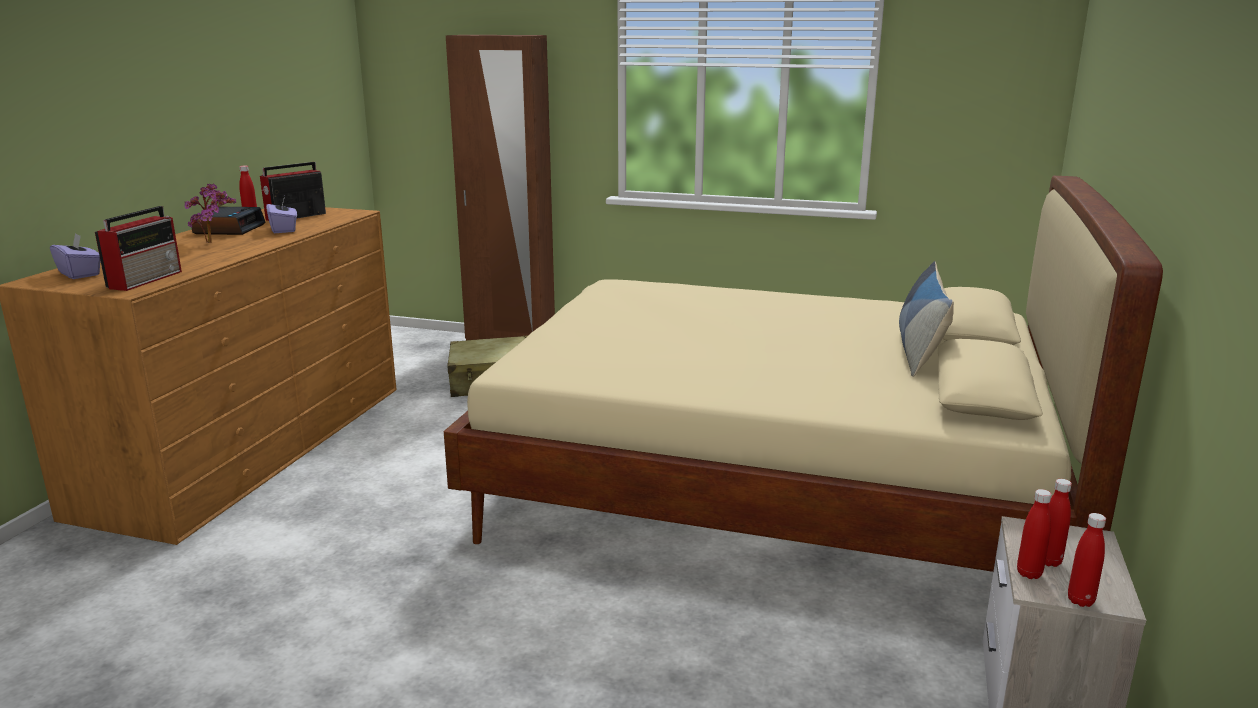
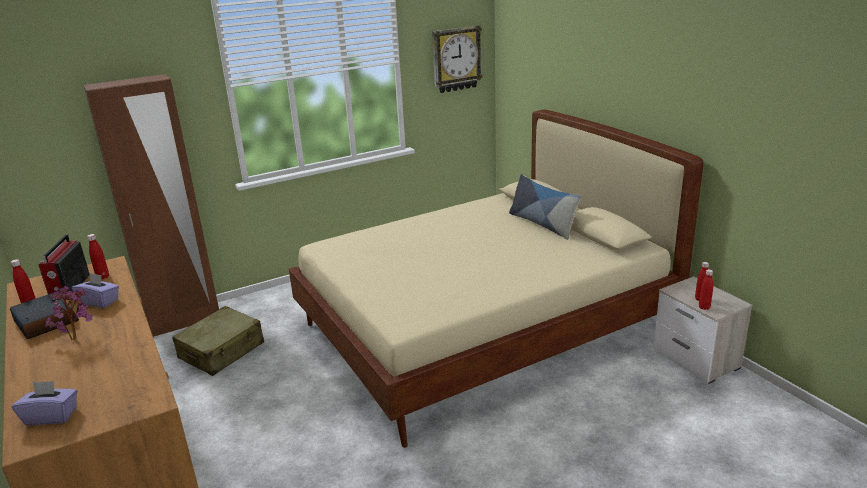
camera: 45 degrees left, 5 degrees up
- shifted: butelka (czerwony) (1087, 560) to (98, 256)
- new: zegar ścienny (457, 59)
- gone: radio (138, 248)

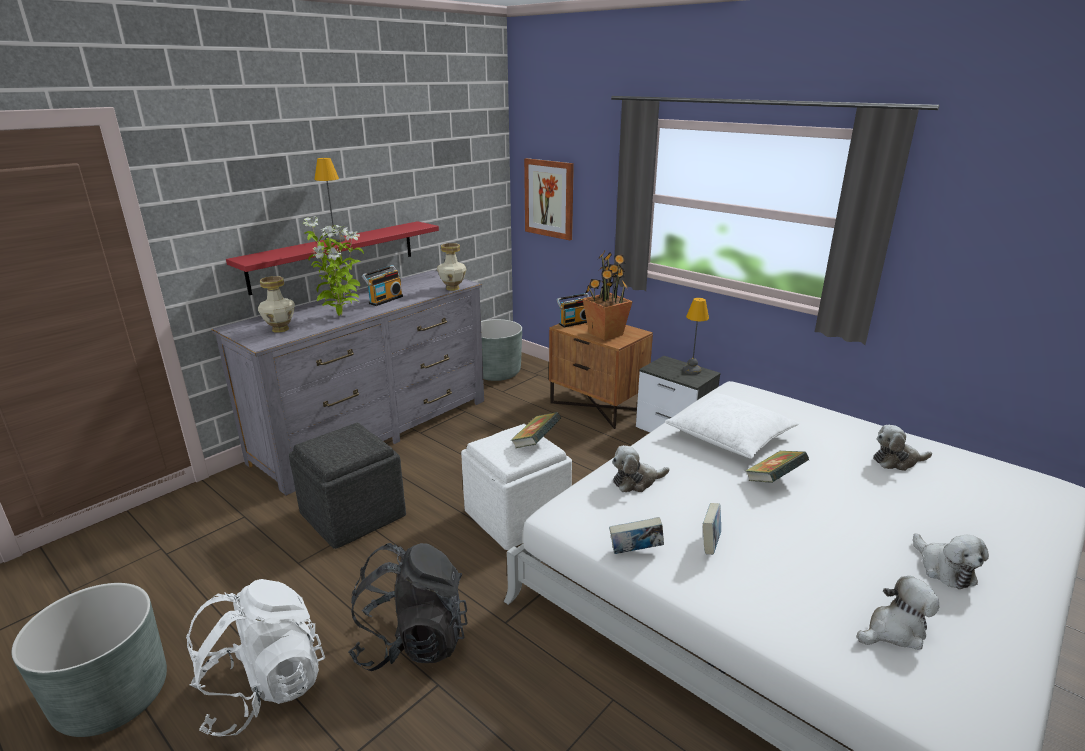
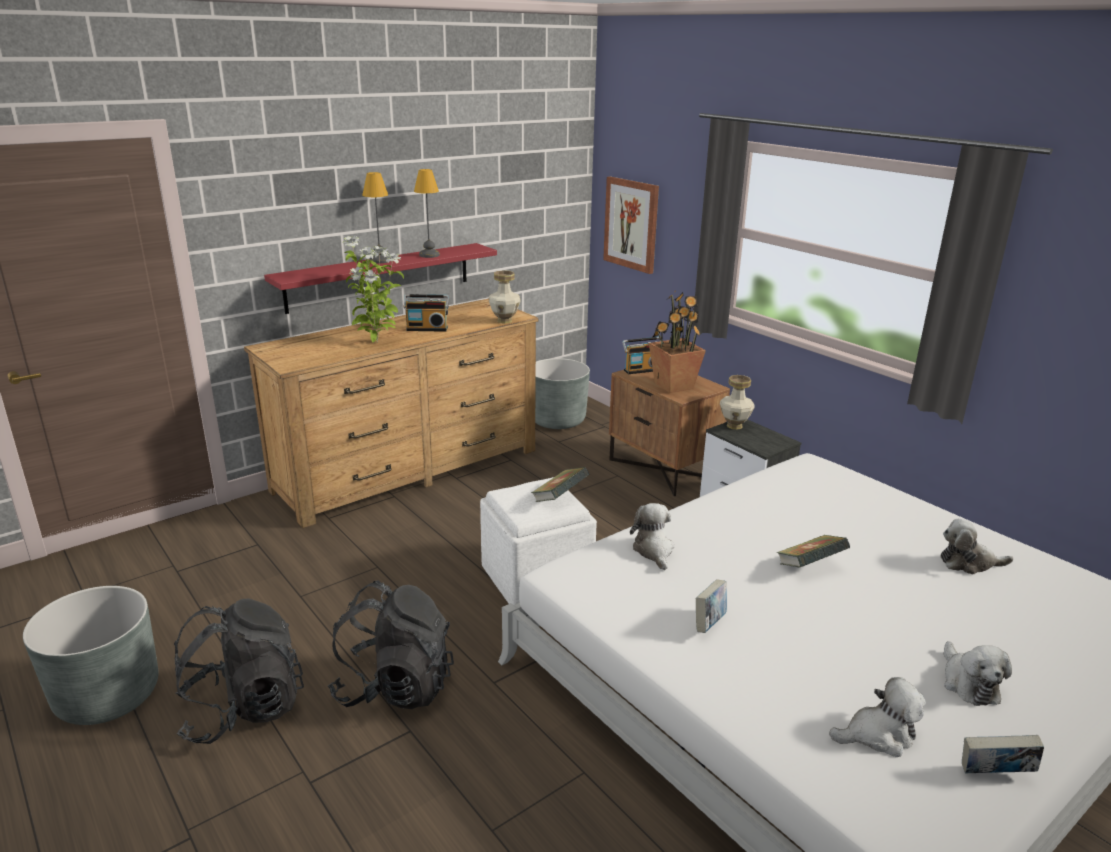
camera: 10 degrees right, 0 degrees up
- repainted: plecak (biały) (255, 658) to plecak (czarny) (239, 671)
- repainted: komoda (szary) (347, 383) to komoda (brązowy) (391, 413)
- rotated: radio (382, 285) = (426, 313) 45 degrees clockwise
- shifted: lampa stołowa (696, 336) to (427, 213)
- rotated: pluszak (640, 468) = (652, 536) 90 degrees clockwise
- shifted: wazon (276, 304) to (737, 402)
- shifted: książka (636, 535) to (1003, 754)
- gone: pufa (szary) (347, 485)
- gone: poduszka (biały) (732, 426)

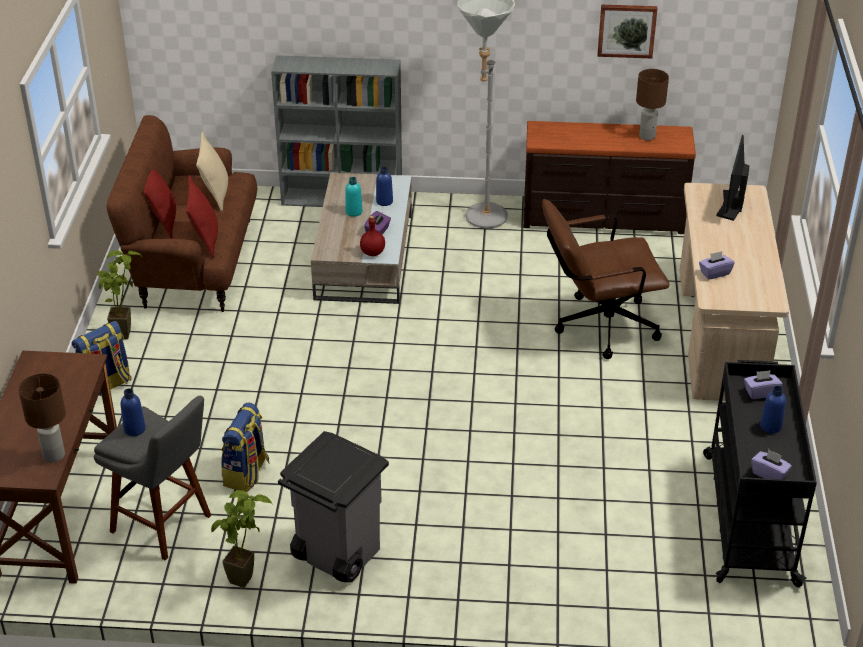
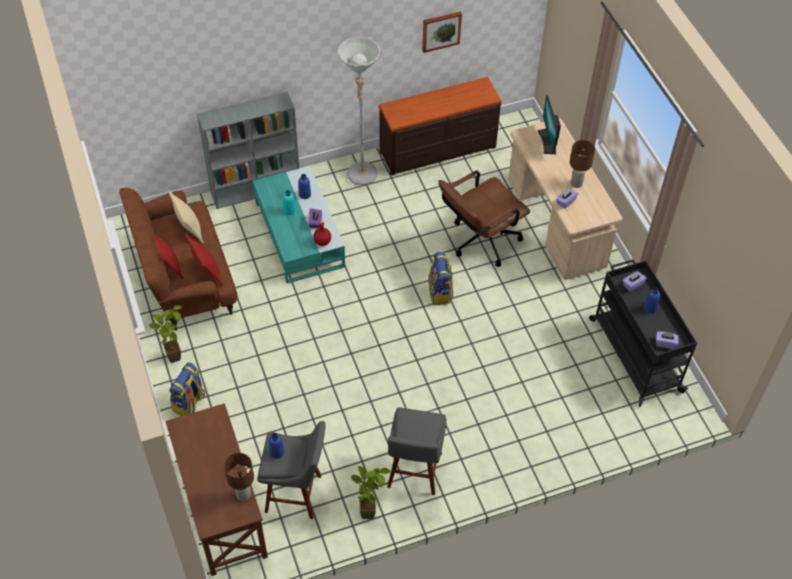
camera: 25 degrees left, 15 degrees up
- repainted: ława (beżowy) (361, 238) to ława (turkusowy) (299, 224)
- swapped: kosz na śmieci (szary) (333, 507) to stołek (szary) (417, 451)
- shifted: plecak (245, 447) to (440, 278)
- shifted: lampa stołowa (brązowy) (652, 104) to (582, 164)

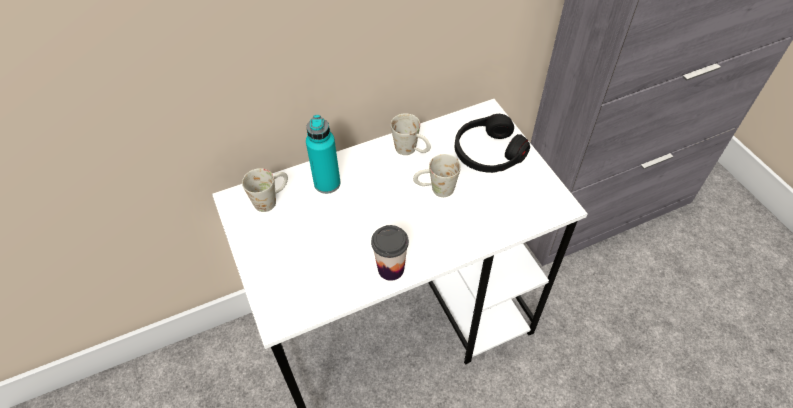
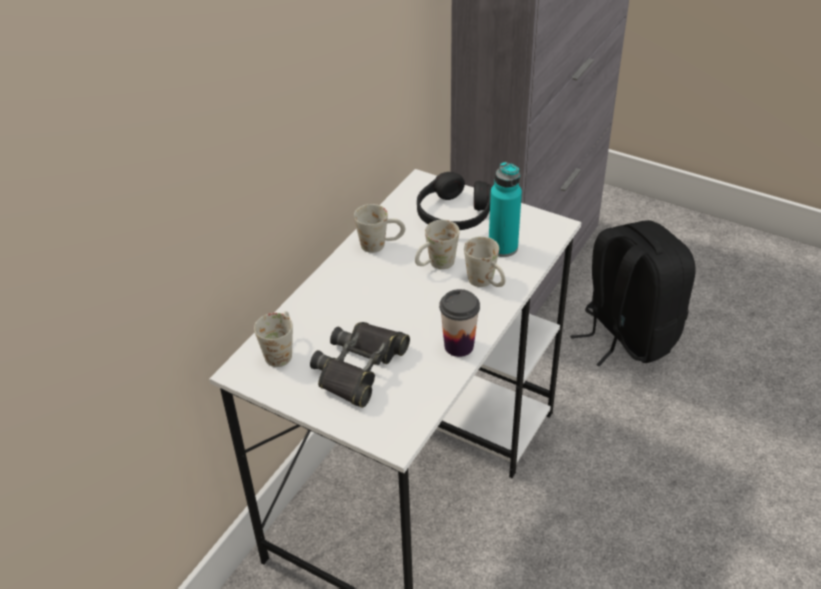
camera: 35 degrees left, 10 degrees down
- new: lornetka (czarny) (360, 365)
- new: kubek (biały) (485, 261)
- shifted: butelka (turkusowy) (323, 154) to (505, 209)
- new: plecak (czarny) (633, 293)

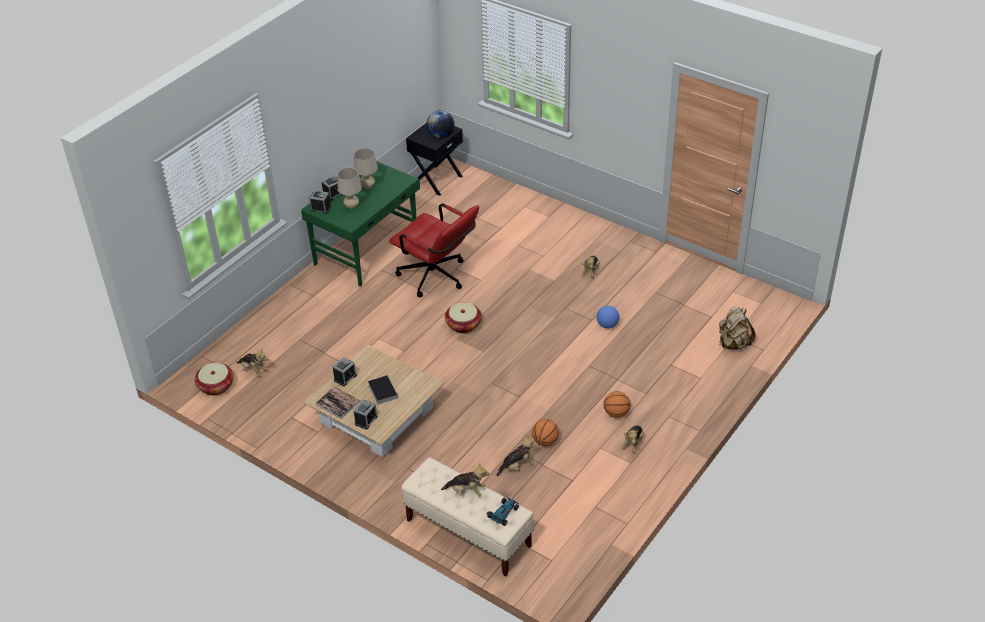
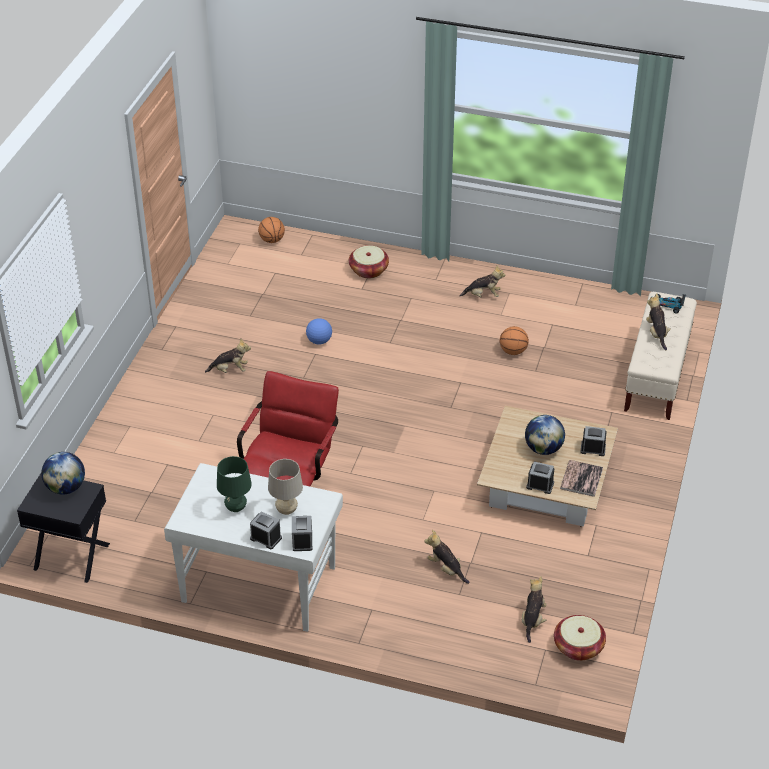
camera: 110 degrees left, 0 degrees up
- repainted: biurko (zielony) (360, 224) to biurko (biały) (253, 547)
- repainted: lampa stołowa (beżowy) (366, 168) to lampa stołowa (zielony) (234, 484)
- shifted: piłka do koszykówki (616, 404) to (271, 230)
- shifted: koszyk (463, 318) to (369, 261)
- shifted: pluszak (515, 455) to (446, 557)
- swapped: książka (383, 390) to globus (545, 435)
- gone: plecak (beżowy) (737, 328)

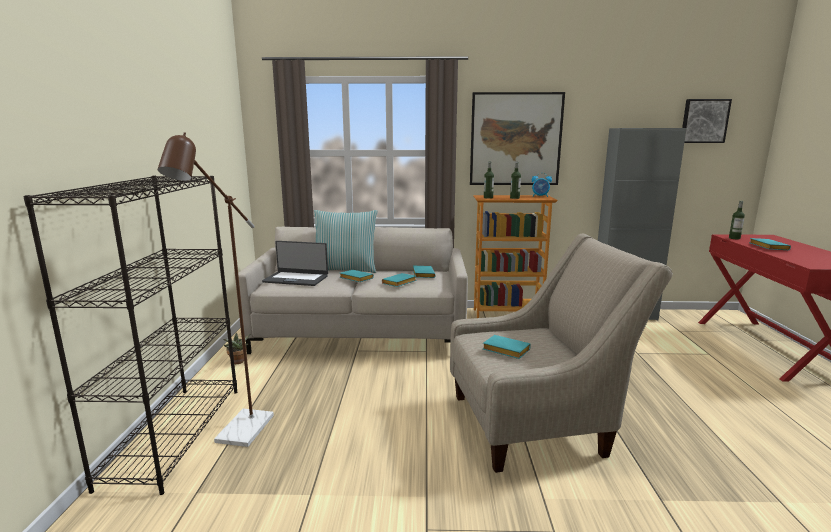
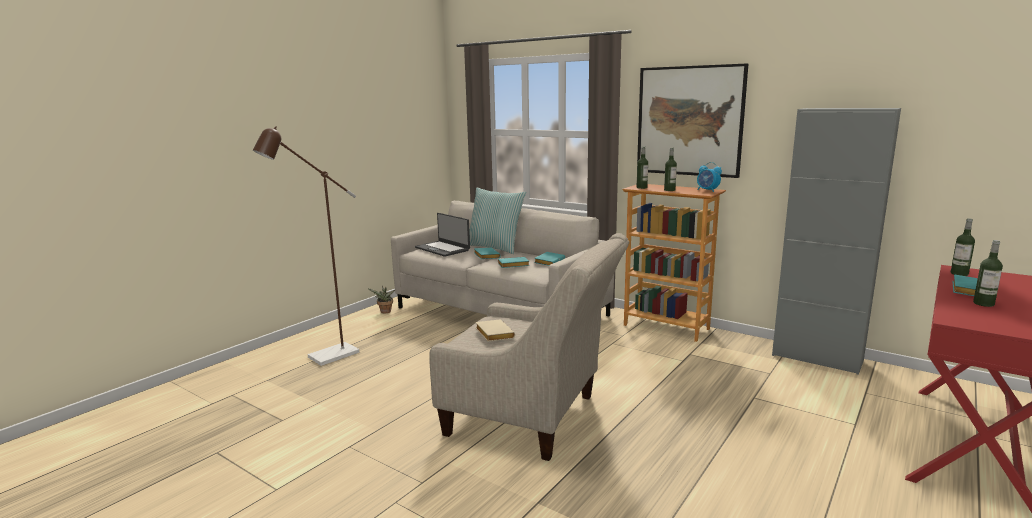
camera: 35 degrees right, 0 degrees up
- repainted: książka (turkusowy) (507, 347) to książka (beżowy) (495, 331)
- new: butelka (988, 273)
- gone: regał (czarny) (130, 335)
- gone: obraz (707, 121)

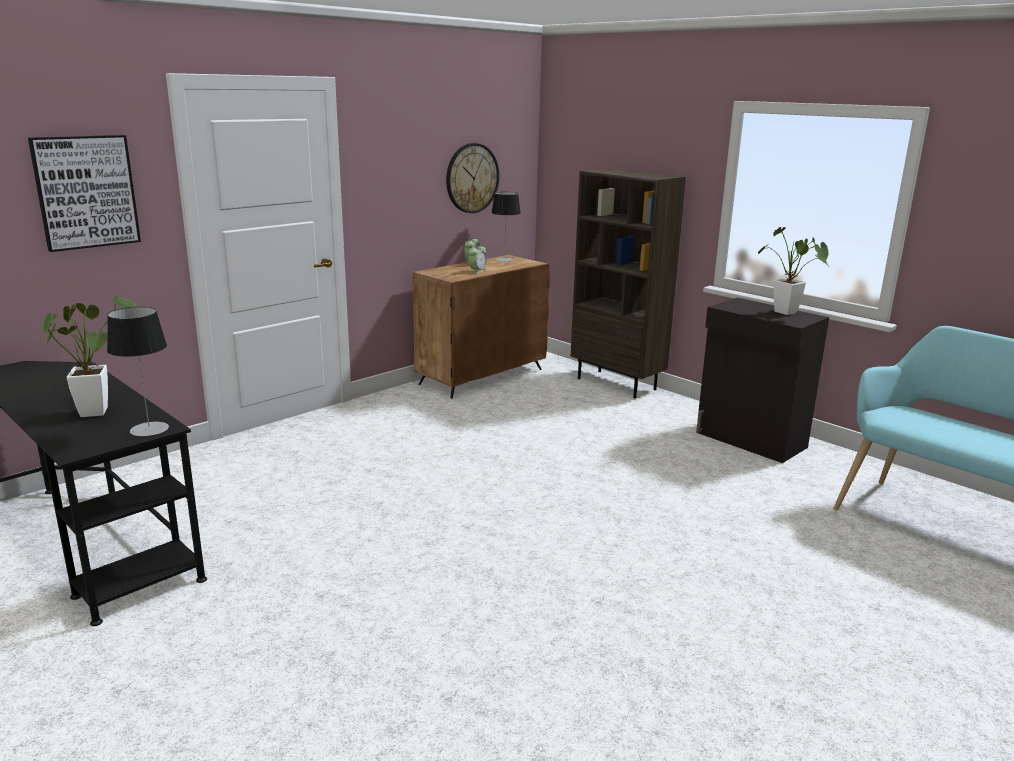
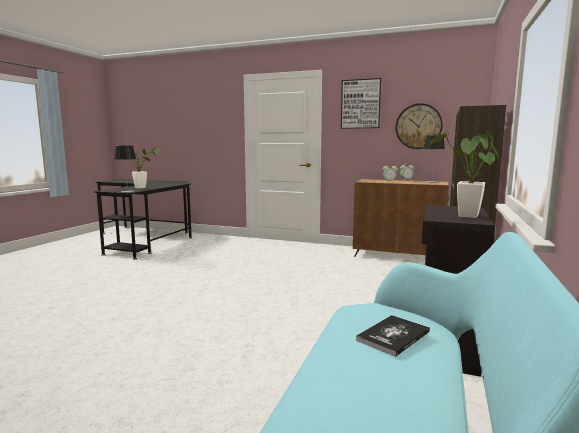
camera: 65 degrees right, 10 degrees down
- shifted: obraz (84, 193) to (361, 103)
- new: książka (393, 336)

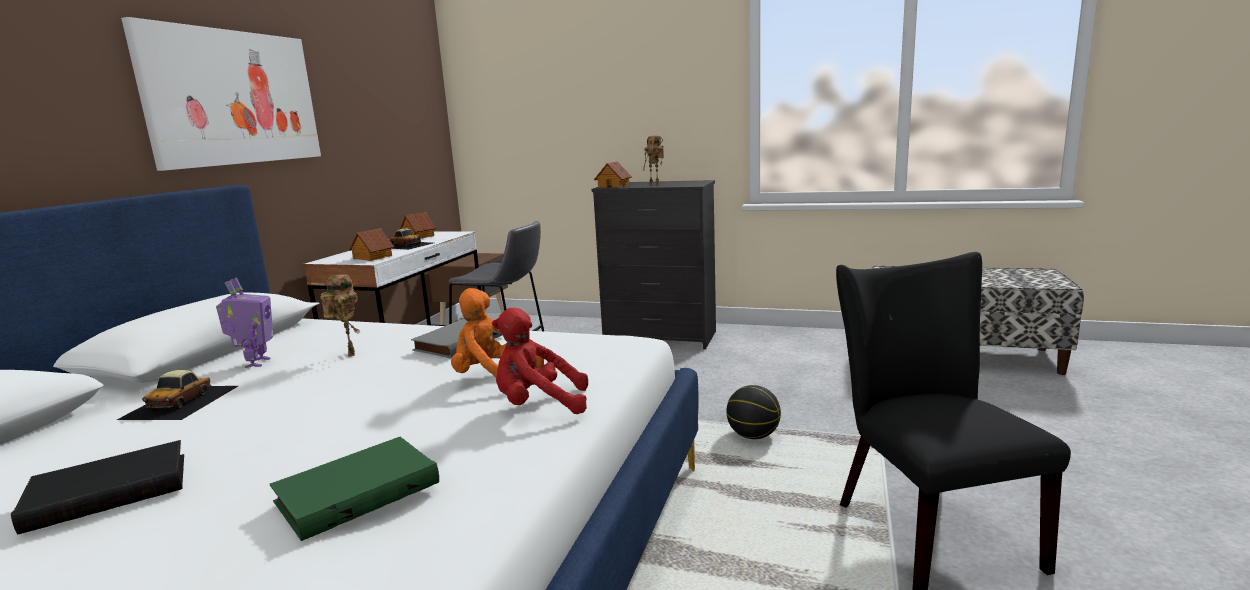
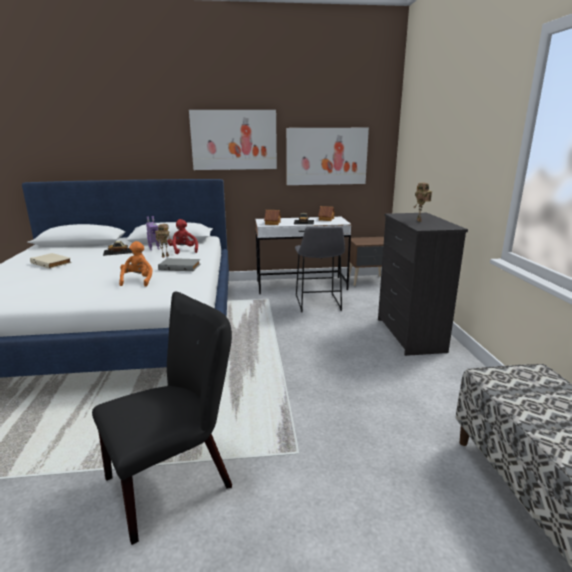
camera: 65 degrees right, 5 degrees up
- repainted: książka (czarny) (97, 487) to książka (beżowy) (51, 261)
- shifted: pluszak (czerwony) (540, 361) to (182, 236)
- new: obraz (327, 156)
- gone: książka (zielony) (354, 489)
- gone: domek (613, 174)
- gone: piłka do koszykówki (753, 412)

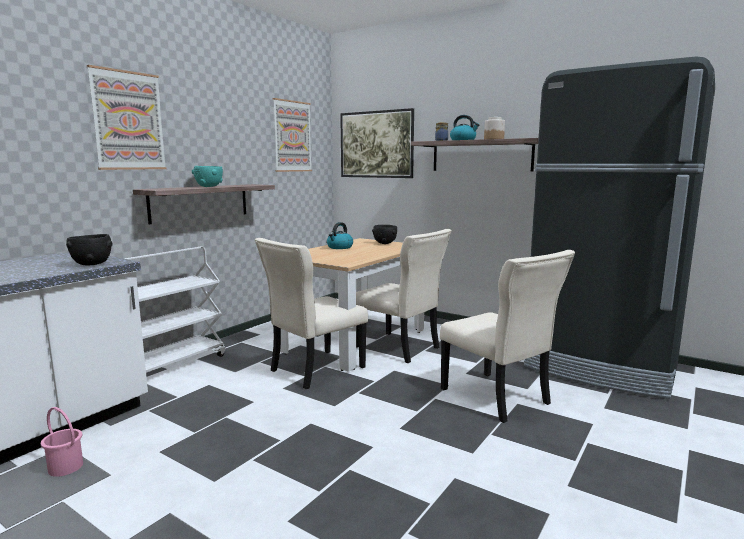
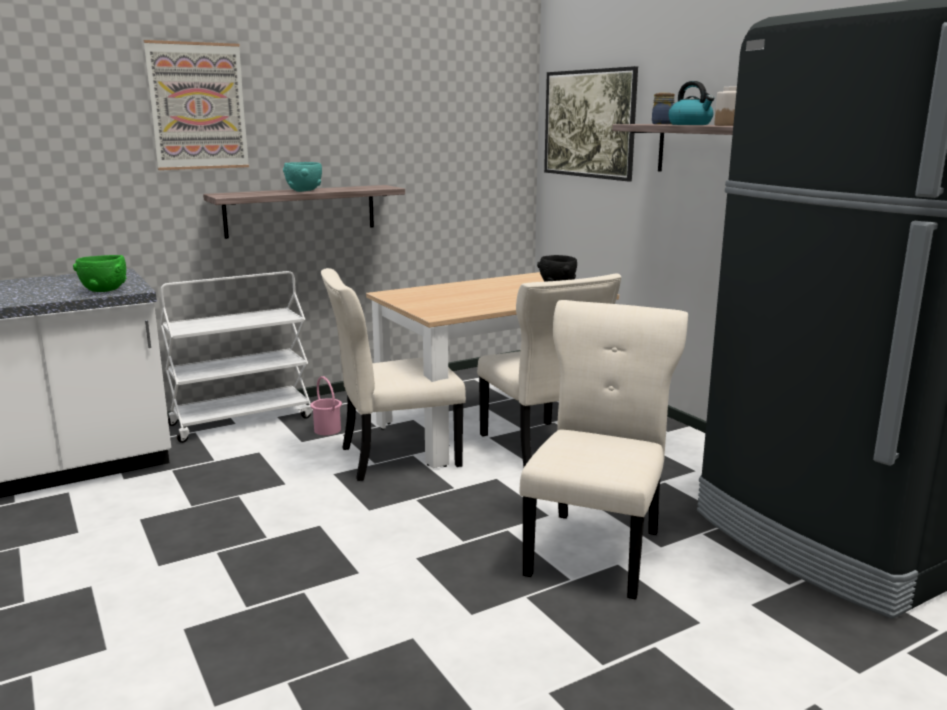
camera: 25 degrees right, 5 degrees up
- repainted: miska (czarny) (89, 249) to miska (zielony) (99, 273)
- shifted: wiadro (różowy) (62, 442) to (326, 405)
- rotated: krzesło (beżowy) (507, 336) = (604, 450) 150 degrees counterclockwise
- gone: obraz (292, 135)
- gone: czajnik (340, 235)

